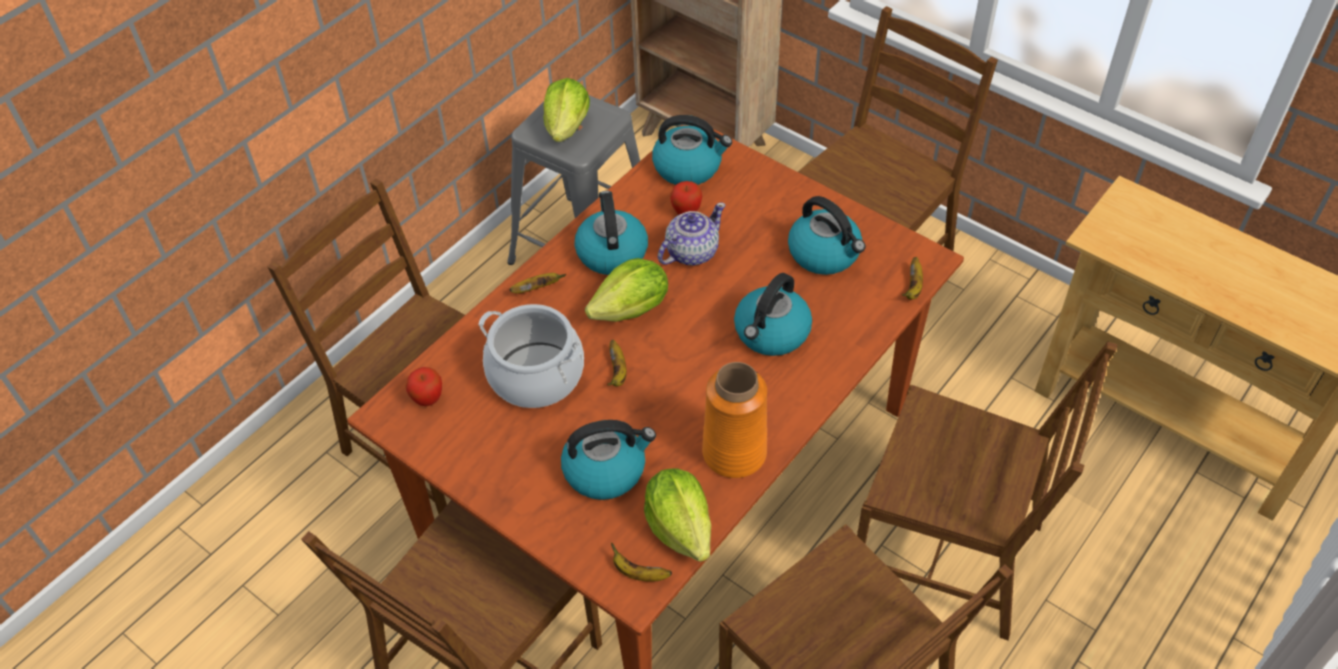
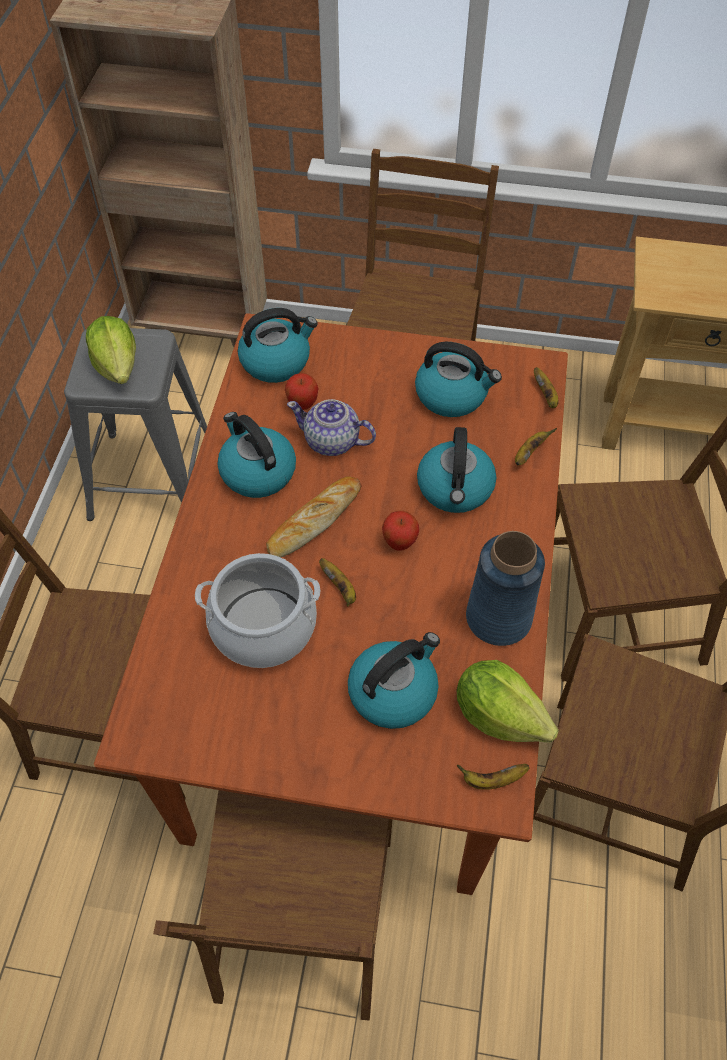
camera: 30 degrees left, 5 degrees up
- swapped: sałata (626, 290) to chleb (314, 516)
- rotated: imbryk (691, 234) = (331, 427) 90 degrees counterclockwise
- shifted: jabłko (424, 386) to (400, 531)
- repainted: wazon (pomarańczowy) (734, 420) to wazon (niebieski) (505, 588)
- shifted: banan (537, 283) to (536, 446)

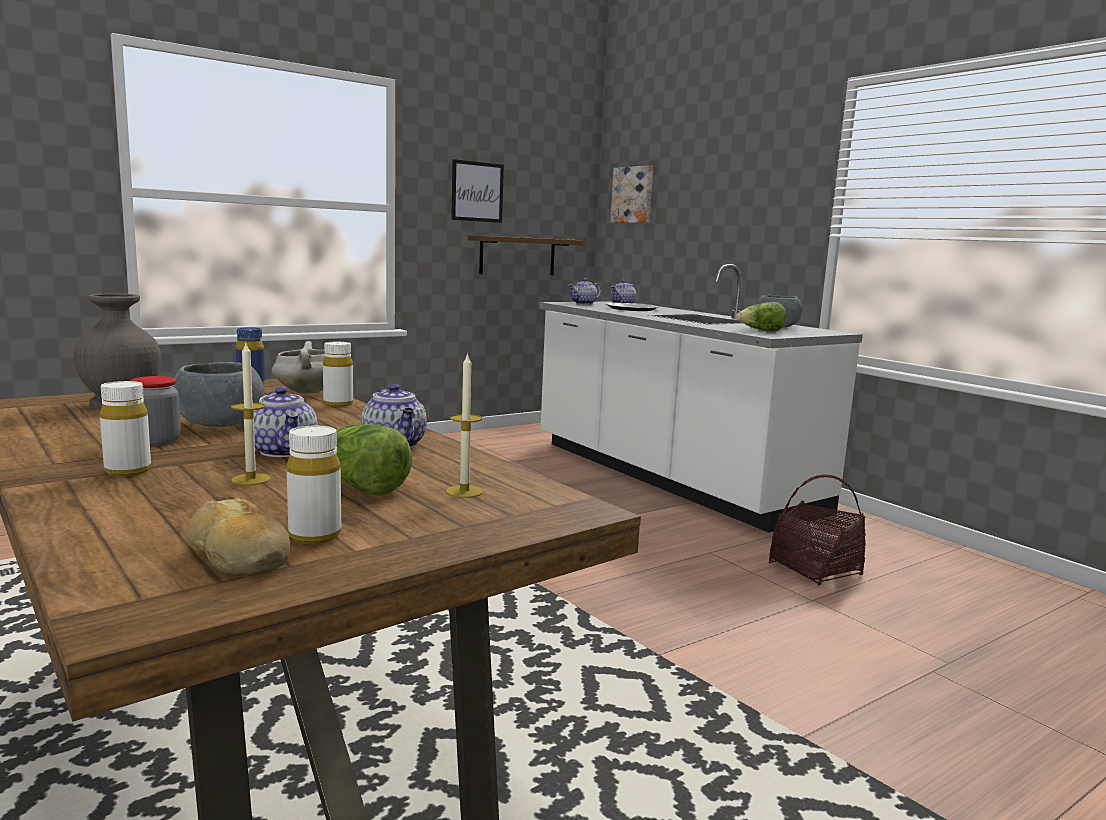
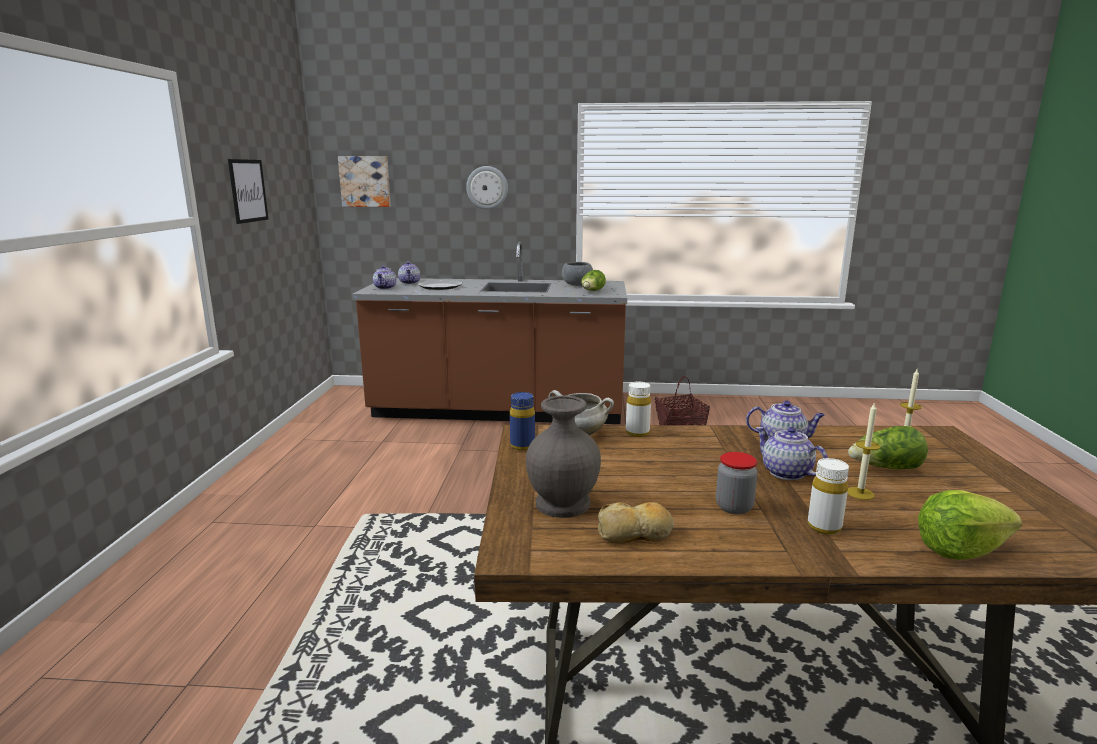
camera: 50 degrees left, 5 degrees up
- repainted: zabudowa kuchenna (biały) (701, 398) to zabudowa kuchenna (brązowy) (489, 332)
- new: zegar ścienny (487, 188)
- shifted: chleb (238, 536) to (636, 523)
- rotated: imbryk (286, 422) = (791, 453) 135 degrees counterclockwise
- new: sałata (970, 525)
- gone: miska (szary) (218, 394)
- gone: butelka (biały) (314, 485)
- gone: półka (brązowy) (526, 255)

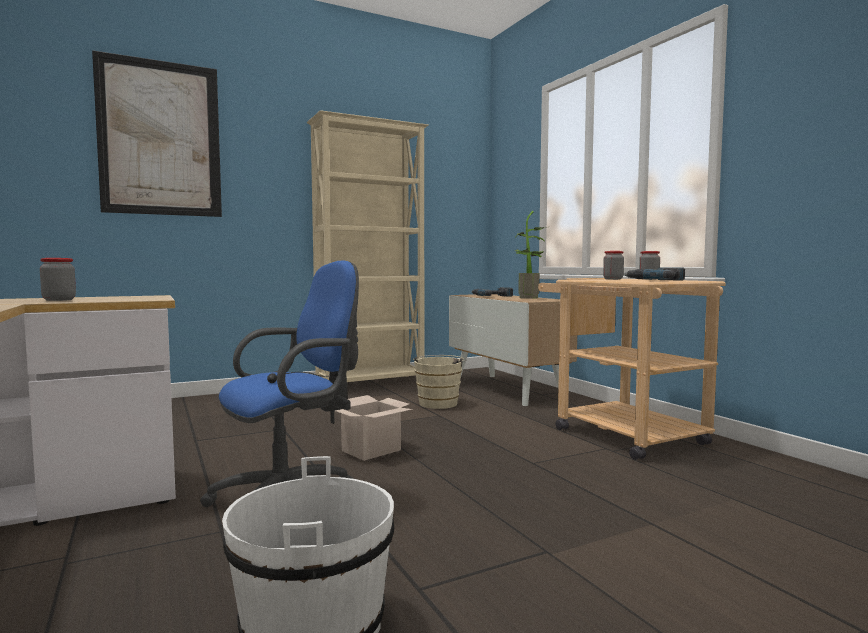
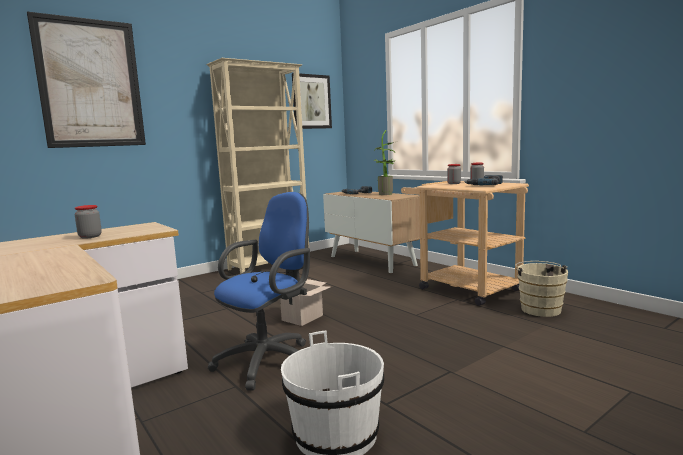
camera: 10 degrees left, 5 degrees up
- new: obraz (312, 101)
- shifted: wiadro (beżowy) (439, 382) to (541, 289)

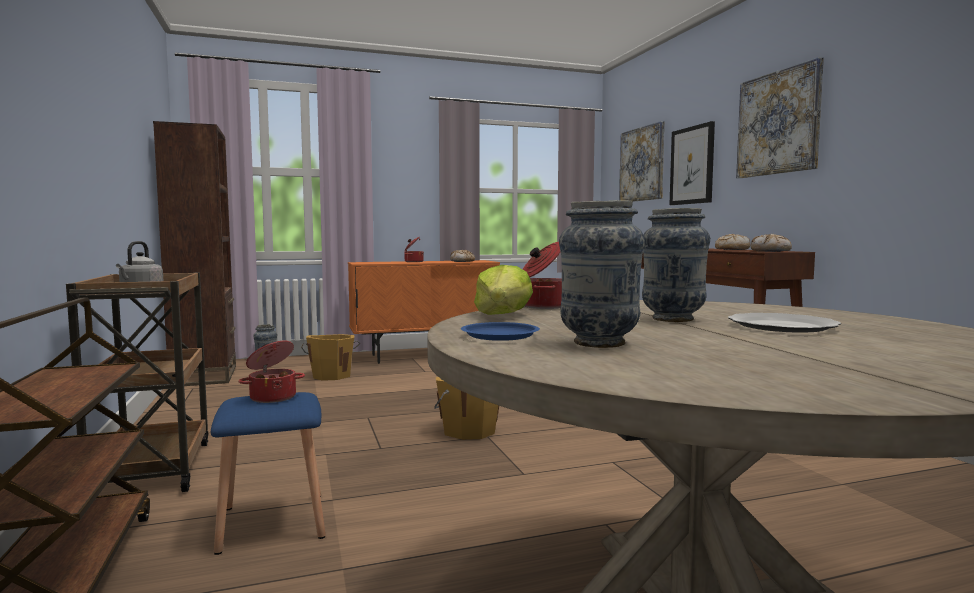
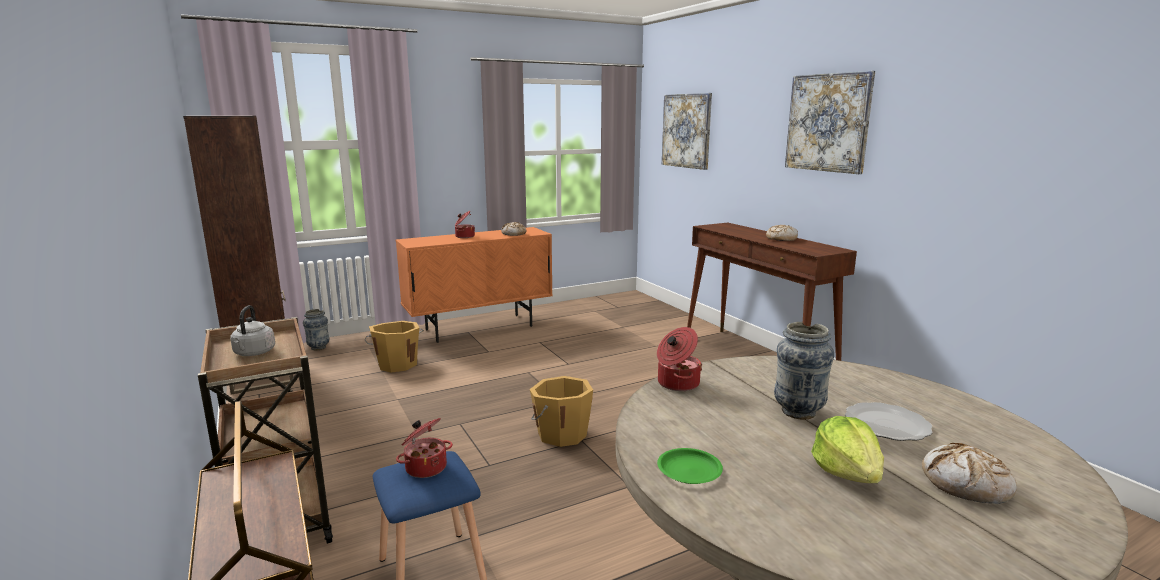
camera: 10 degrees left, 10 degrees up
- repainted: talerz (niebieski) (500, 331) to talerz (zielony) (690, 466)
- shifted: sałata (503, 290) to (847, 449)
- shifted: chleb (771, 243) to (969, 473)
- gone: wazon (602, 274)
- gone: obraz (692, 163)

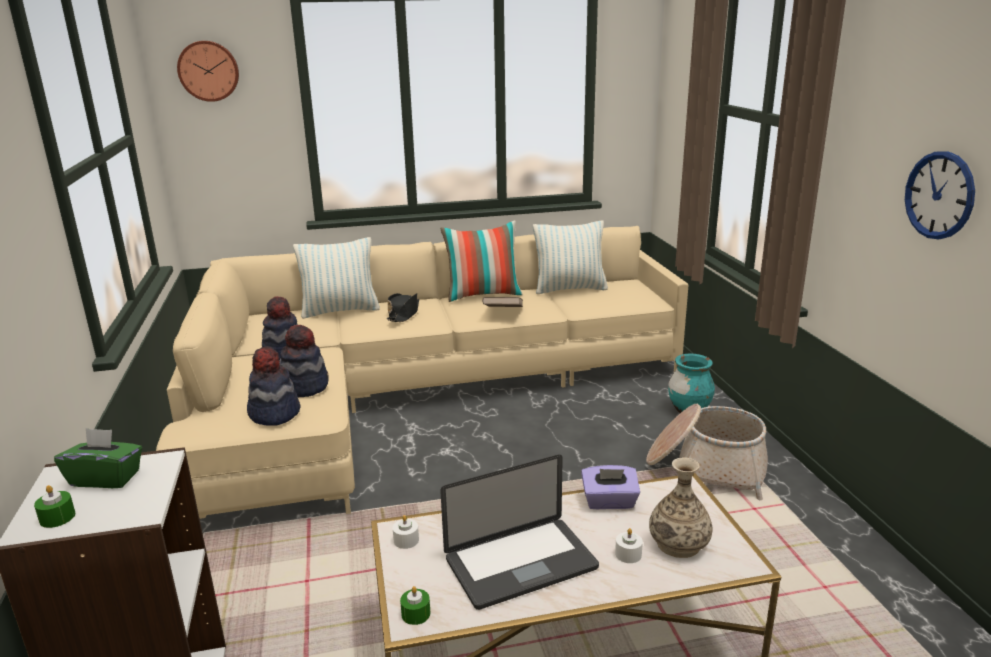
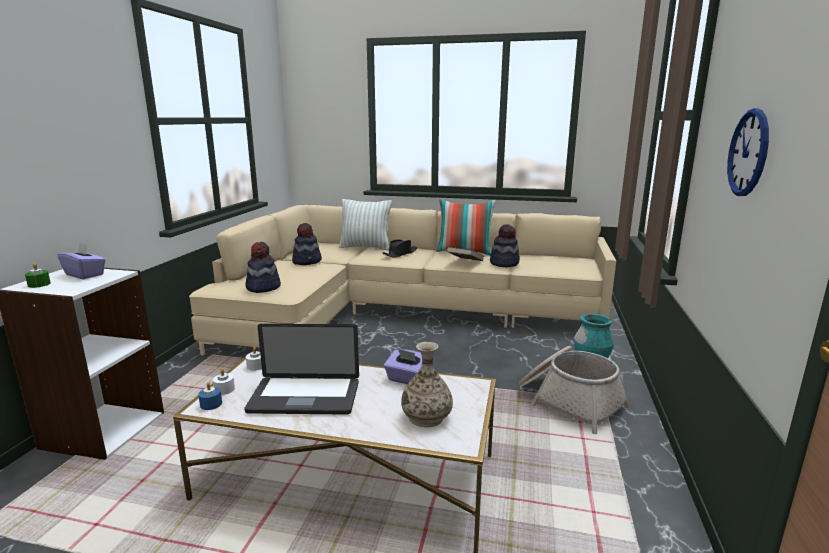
camera: 25 degrees right, 5 degrees down
- repainted: pudełko chusteczek (zielony) (98, 458) to pudełko chusteczek (fioletowy) (82, 261)
- repainted: świeca (zielony) (415, 605) to świeca (niebieski) (210, 396)
- shifted: świeca (biały) (629, 545) to (224, 382)
- shifted: kapelusz (304, 361) to (505, 245)
- gone: zegar ścienny (208, 71)
- gone: poduszka (570, 257)

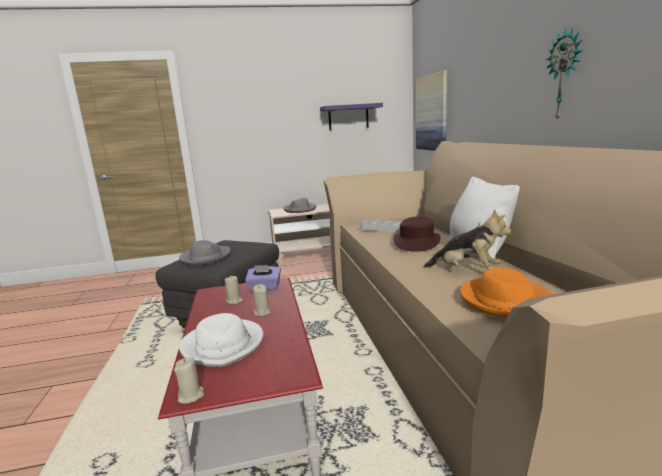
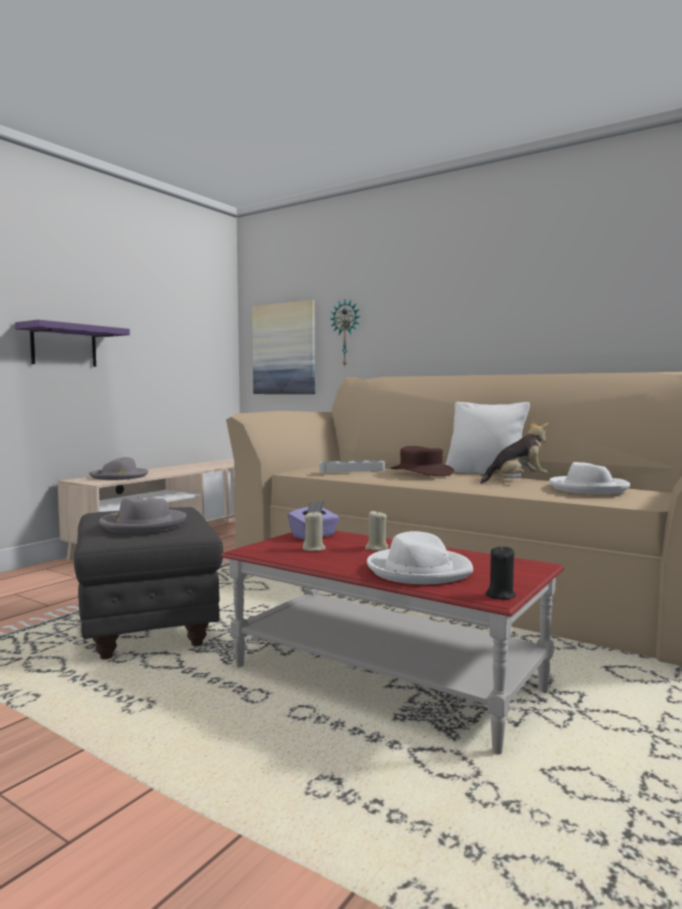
camera: 45 degrees left, 10 degrees down
- shifted: półka (fioletowy) (351, 116) to (72, 343)
- shifted: zegar ścienny (564, 74) to (345, 333)
- repainted: świeca (beżowy) (189, 380) to świeca (czarny) (501, 573)
- repainted: kapelusz (pomarańczowy) (506, 292) to kapelusz (biały) (589, 478)

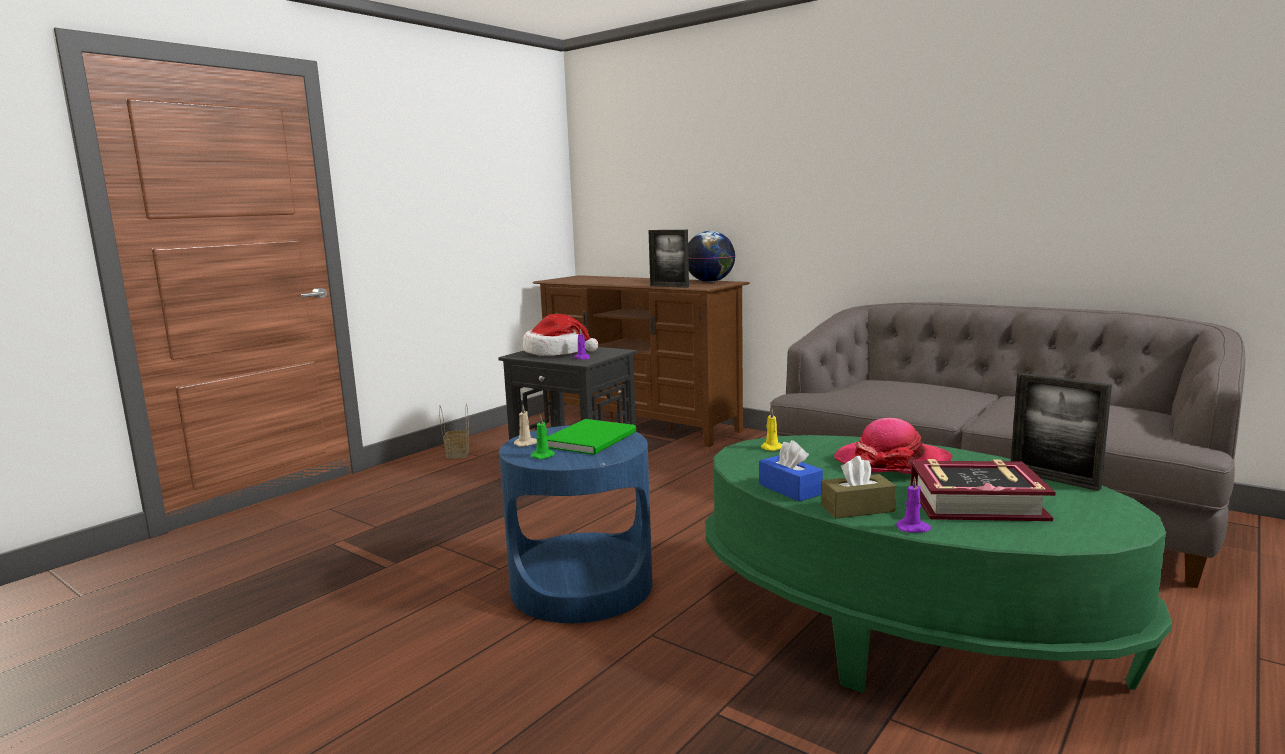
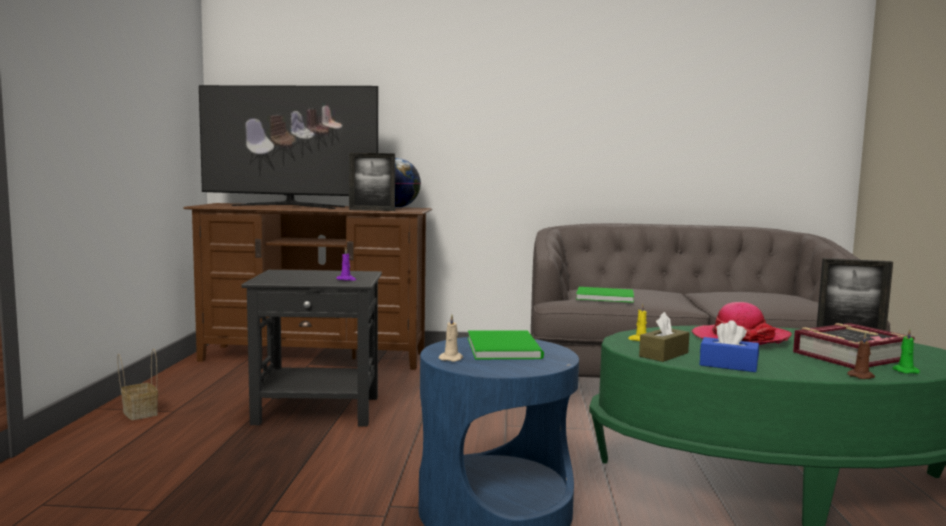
camera: 35 degrees left, 5 degrees down
- new: telewizor (288, 147)
- new: książka (zielony) (605, 295)
- shifted: pudełko chusteczek (brązowy) (858, 487) to (664, 337)
- repainted: świeca (fioletowy) (913, 504) to świeca (brązowy) (861, 356)
- shifted: świeca (zielony) (543, 436) to (906, 351)
- gone: kapelusz (560, 335)

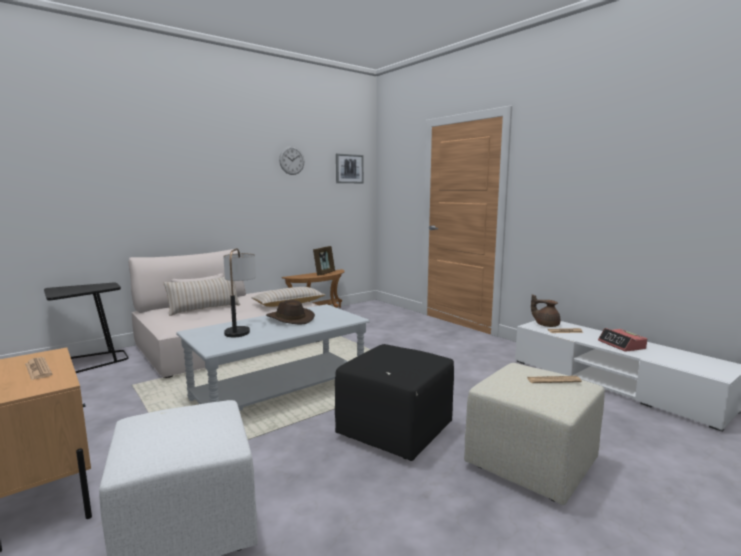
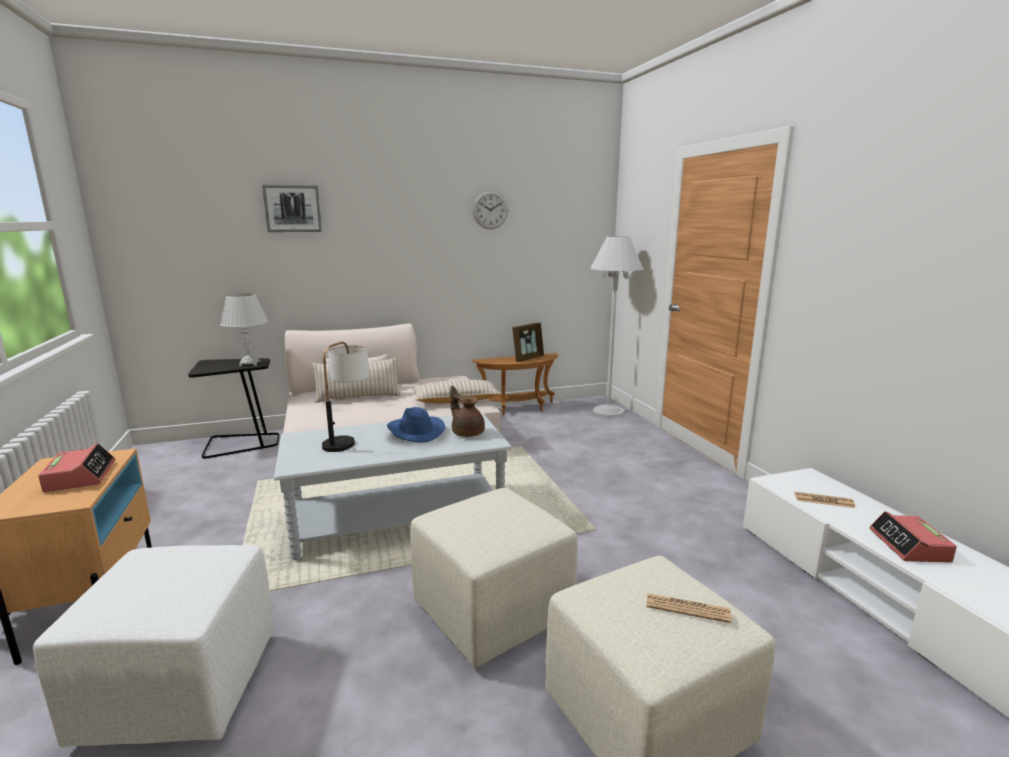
camera: 20 degrees right, 5 degrees up
- swapped: gazeta (38, 368) to budzik (77, 467)
- new: lampa stołowa (biały) (244, 329)
- shifted: obraz (350, 168) to (292, 208)
- repainted: kapelusz (brązowy) (290, 312) to kapelusz (niebieski) (416, 425)
- repainted: pufa (czarny) (394, 402) to pufa (beżowy) (493, 578)
- shifted: imbryk (brązowy) (545, 310) to (467, 411)
- new: lampa stojąca (biały) (616, 326)

